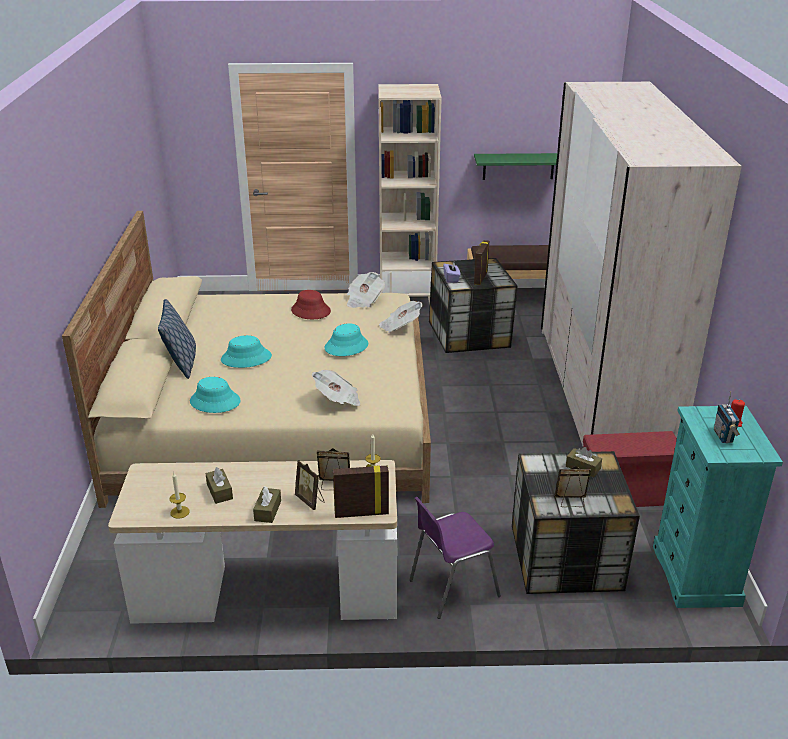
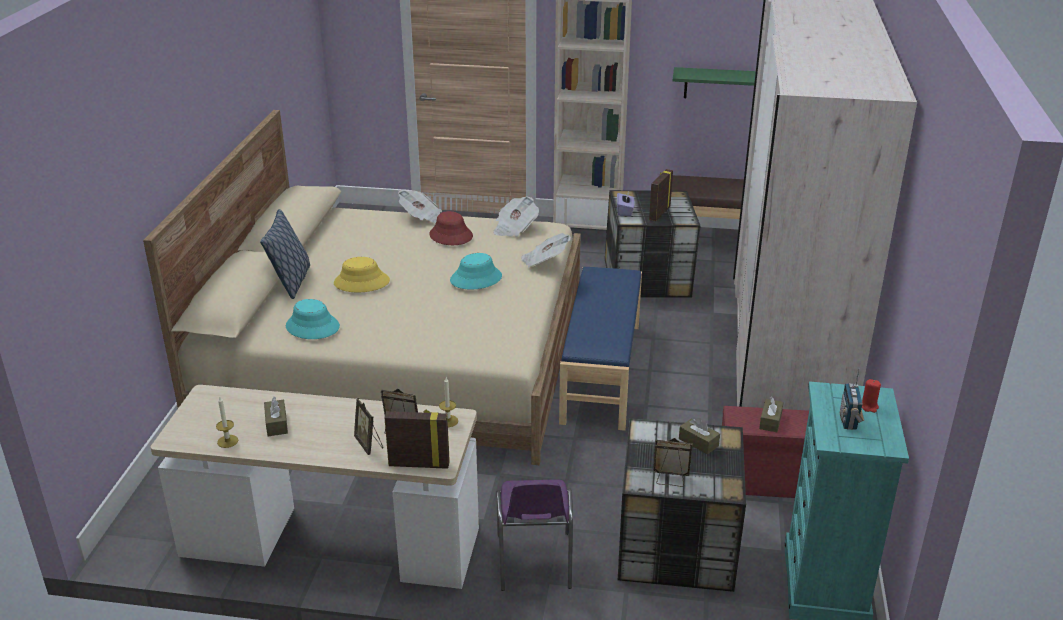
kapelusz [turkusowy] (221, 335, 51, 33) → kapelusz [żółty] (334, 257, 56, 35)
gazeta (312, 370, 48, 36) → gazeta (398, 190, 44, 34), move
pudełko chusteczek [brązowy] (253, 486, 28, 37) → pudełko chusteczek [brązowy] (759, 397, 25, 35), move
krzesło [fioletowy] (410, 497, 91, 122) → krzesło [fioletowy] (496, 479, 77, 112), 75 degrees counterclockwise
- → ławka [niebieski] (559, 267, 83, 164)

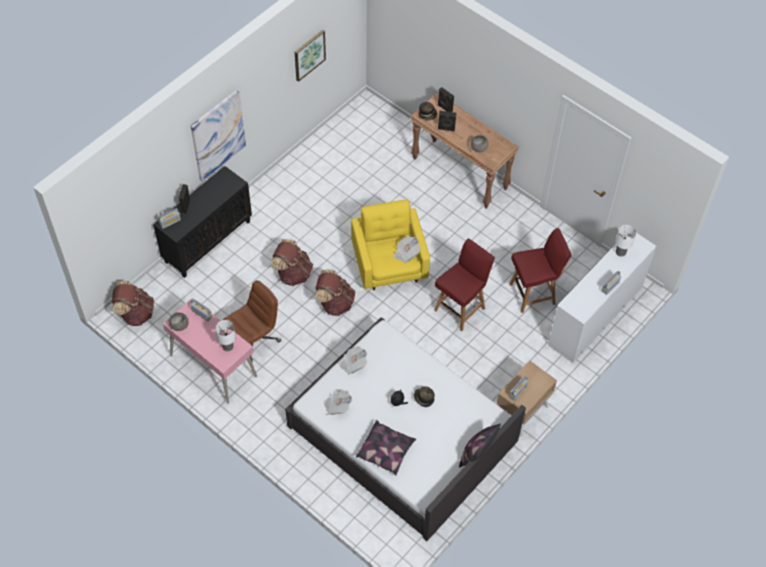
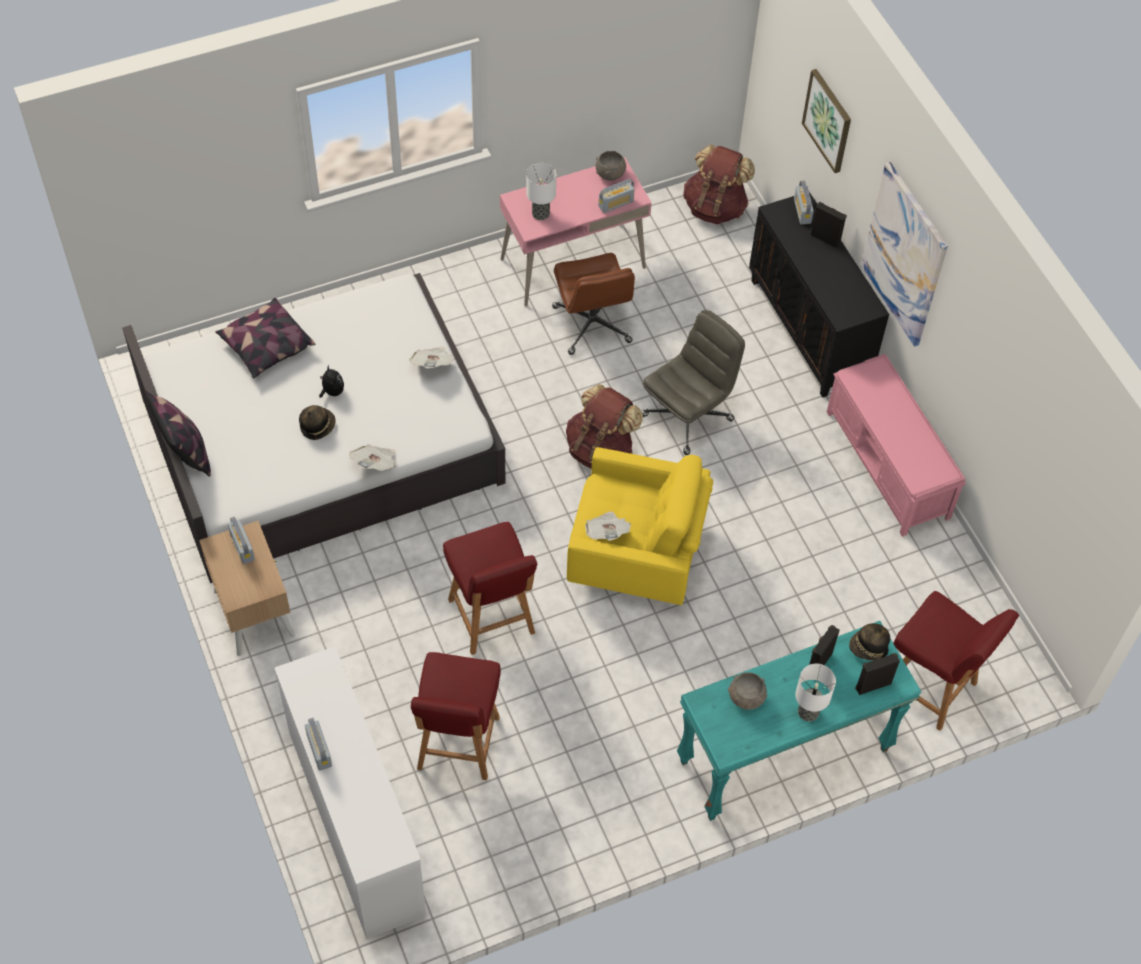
obraz (295, 30, 31, 52) → obraz (802, 69, 49, 104), move
stolik konsolowy [brązowy] (411, 93, 108, 116) → stolik konsolowy [turkusowy] (677, 621, 244, 200)
lampa stołowa (615, 225, 21, 32) → lampa stołowa (795, 664, 41, 58), move
plecak [brązowy] (271, 239, 42, 47) → krzesło biurowe [szary] (641, 310, 104, 145)
gazeta (323, 390, 29, 25) → gazeta (349, 444, 48, 27), move
- → ławka [różowy] (827, 354, 139, 183)
- → krzesło [czerwony] (893, 591, 126, 140)

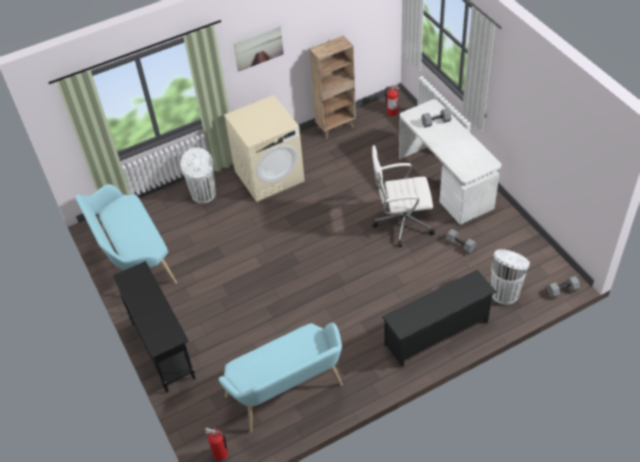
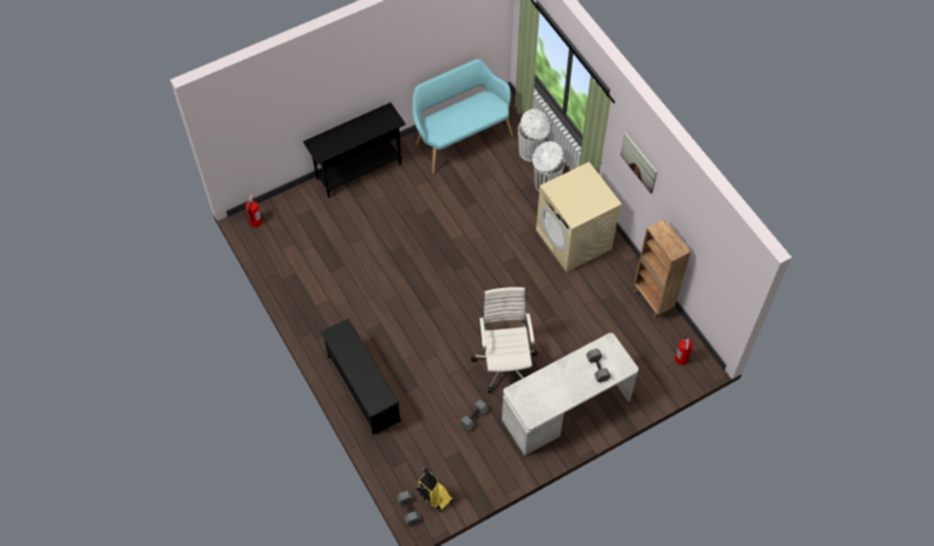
kosz na śmieci [biały] (491, 249, 39, 56) → kosz na śmieci [biały] (518, 109, 32, 53), move
ławka [turkusowy] (219, 323, 124, 109) → -
- → odkurzacz (416, 467, 37, 45)

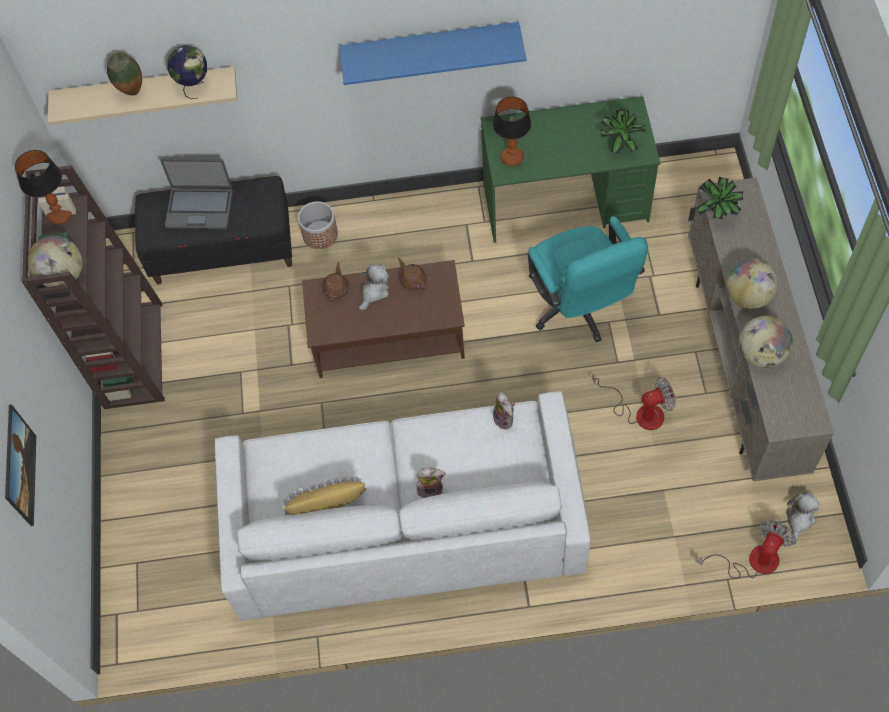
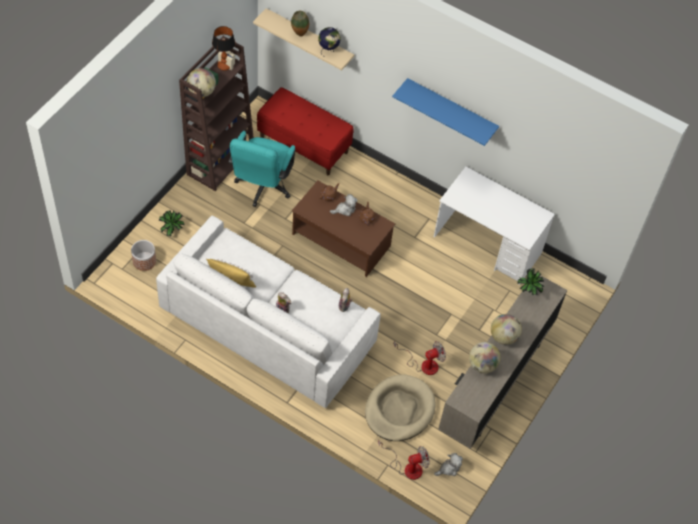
biurko [zielony] (481, 96, 179, 147) → biurko [biały] (434, 166, 121, 119)
lampa stołowa (493, 97, 38, 69) → -
roślina doniczkowa (600, 109, 46, 45) → roślina doniczkowa (159, 210, 25, 27), move
laptop (160, 159, 73, 70) → -
ławka [czarny] (135, 176, 157, 109) → ławka [czerwony] (257, 87, 97, 88)
donica (298, 201, 40, 48) → donica (131, 240, 25, 31), move
krzesło biurowe [turkusowy] (528, 216, 120, 126) → krzesło biurowe [turkusowy] (228, 131, 68, 76), move
wentylator (592, 375, 84, 55) → wentylator (394, 341, 52, 34), 45 degrees counterclockwise
obraz (5, 404, 31, 122) → -
- → legowisko [beżowy] (365, 374, 71, 67)

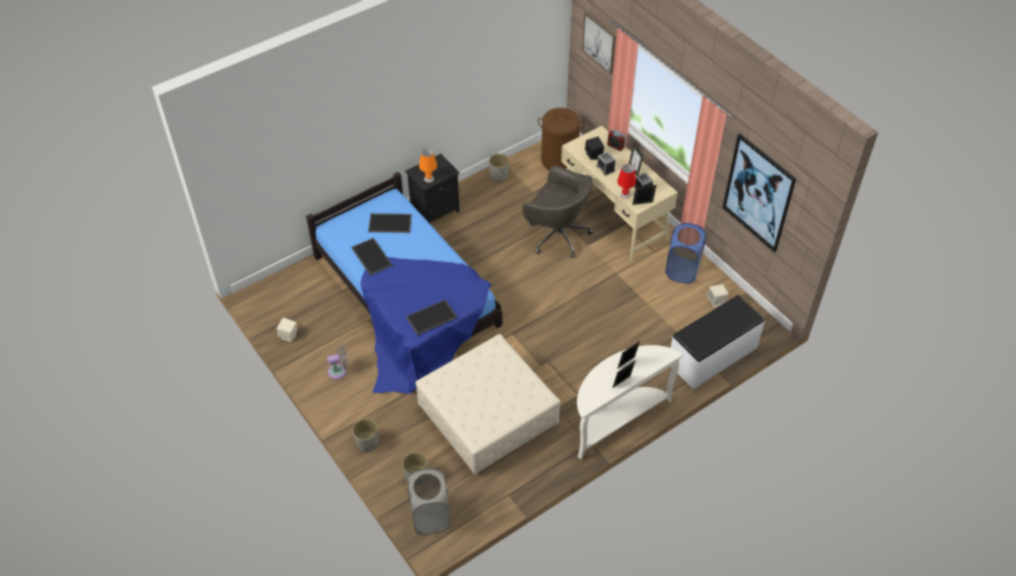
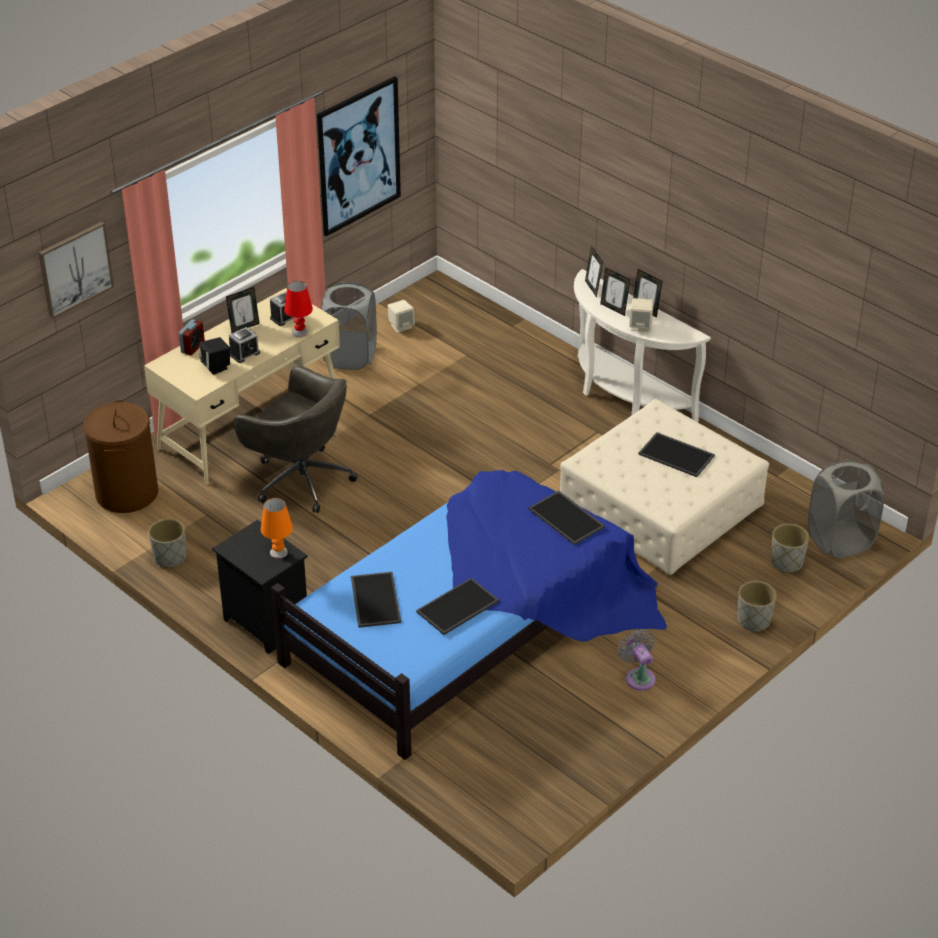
krzesło biurowe [szary] (523, 165, 70, 93) → krzesło biurowe [szary] (233, 366, 125, 147), 105 degrees clockwise
ramka na zdjęcie (633, 185, 23, 20) → ramka na zdjęcie (585, 246, 18, 51), move
kosz na pranie [niebieski] (666, 223, 40, 61) → kosz na pranie [szary] (321, 282, 56, 88)
ławka [biały] (671, 295, 94, 94) → -
głośnik [beżowy] (277, 318, 21, 24) → głośnik [beżowy] (629, 298, 25, 34), move
- → taca (638, 432, 77, 45)

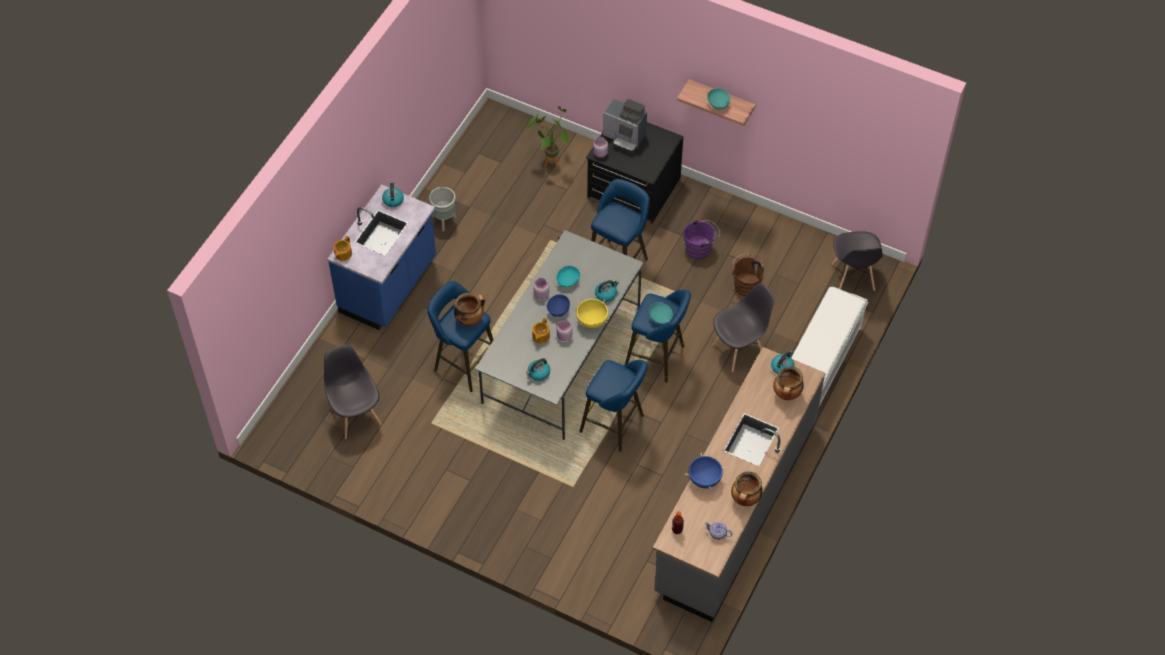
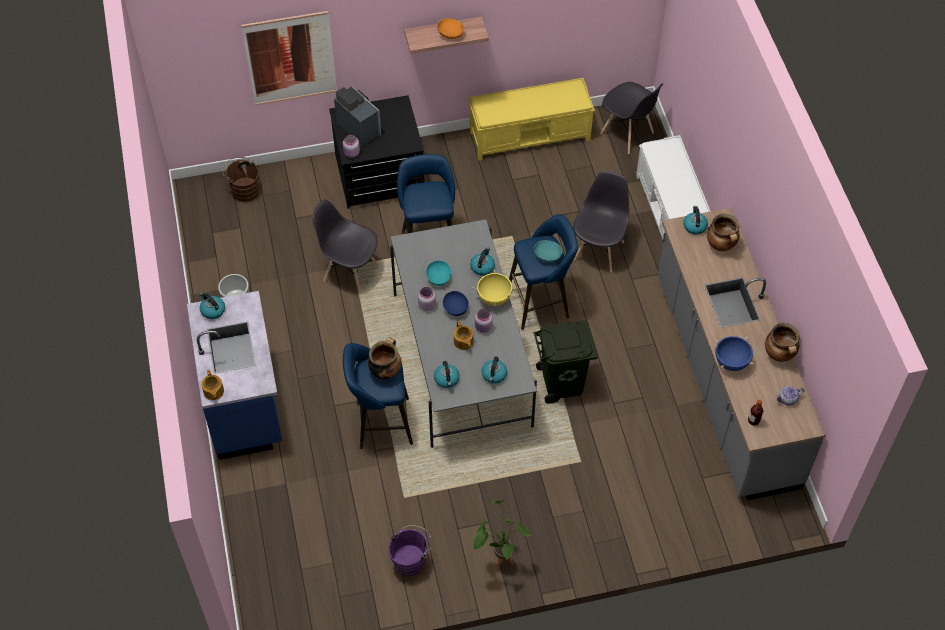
miska [turkusowy] (708, 88, 22, 22) → miska [pomarańczowy] (437, 18, 27, 21)
ekspres do kawy (603, 99, 44, 55) → ekspres do kawy (334, 87, 47, 59), 120 degrees counterclockwise
roślina doniczkowa (526, 106, 43, 63) → roślina doniczkowa (473, 499, 58, 71), move
wiadro [fioletowy] (683, 219, 37, 40) → wiadro [fioletowy] (388, 525, 44, 51), move
wiadro [brązowy] (732, 253, 34, 43) → wiadro [brązowy] (222, 157, 37, 45), move
krzesło [szary] (324, 345, 57, 94) → krzesło [szary] (312, 199, 66, 95), move
stołek [niebieski] (579, 360, 69, 92) → kosz na śmieci [zielony] (534, 320, 64, 84)
- → obraz (241, 11, 96, 94)
- → ławka [żółty] (469, 78, 126, 83)
- → czajnik (434, 361, 26, 27)

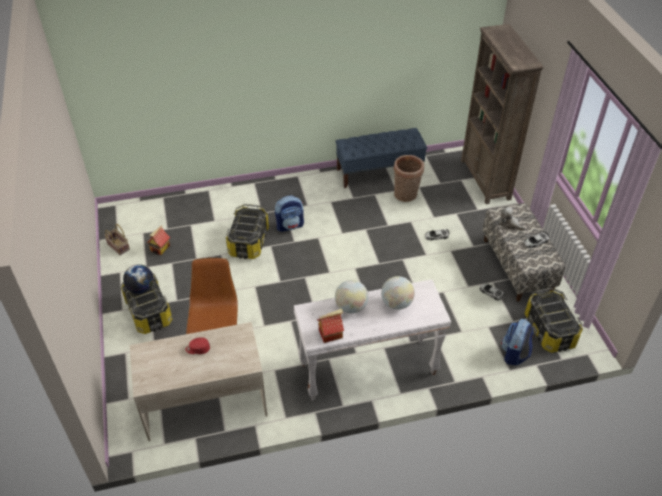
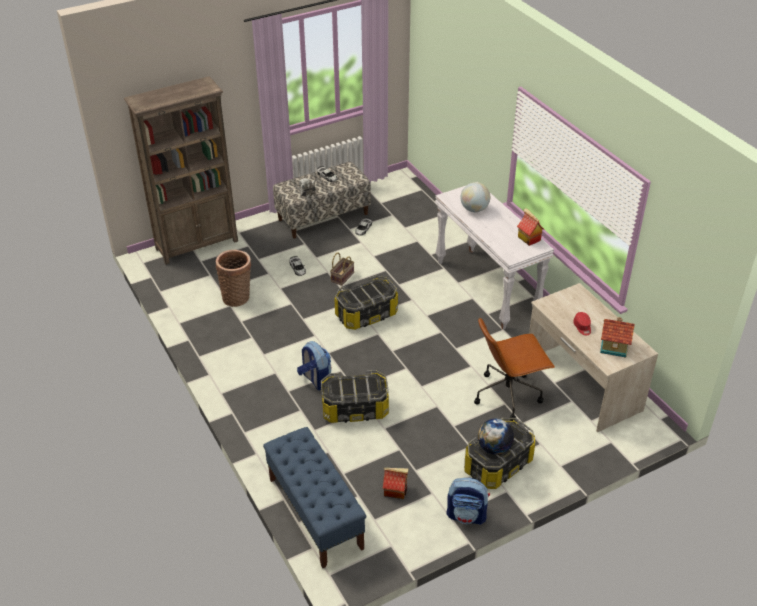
ławka [niebieski] (336, 128, 91, 60) → ławka [niebieski] (263, 427, 103, 141), move
koszyk (104, 224, 26, 31) → koszyk (330, 253, 24, 33), move
globus (335, 280, 33, 33) → -
pojemnik do przechowywania (525, 288, 58, 65) → pojemnik do przechowywania (334, 275, 64, 55), move
plecak (501, 319, 33, 46) → plecak (447, 478, 43, 47), move
- → domek (600, 317, 35, 40)

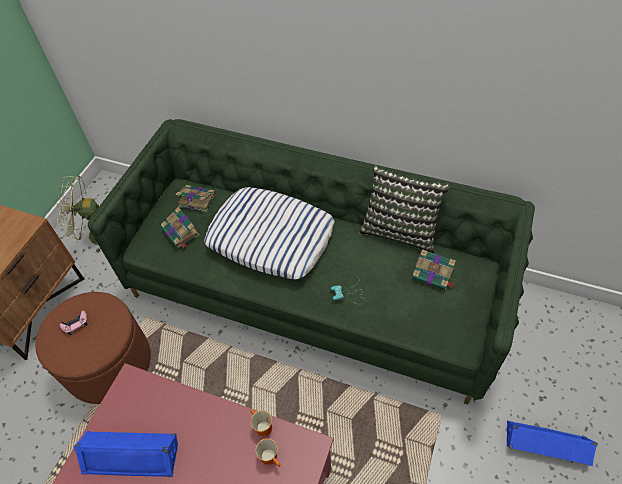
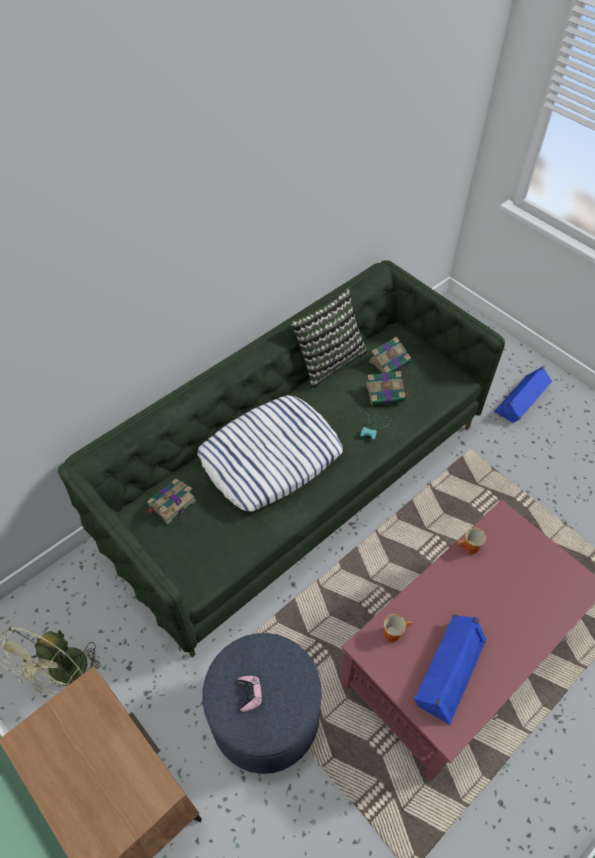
książka (161, 207, 39, 42) → książka (366, 371, 43, 34), move
pufa [brązowy] (35, 292, 116, 112) → pufa [niebieski] (202, 633, 120, 141)
kubek (255, 438, 26, 29) → kubek (383, 614, 29, 28), move

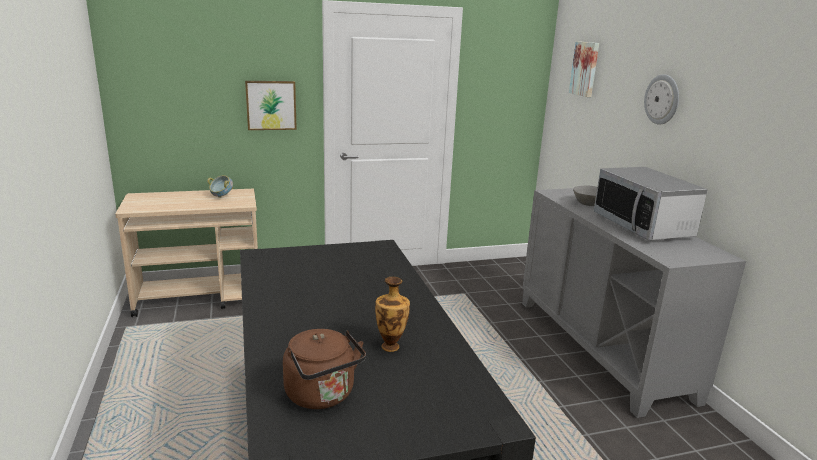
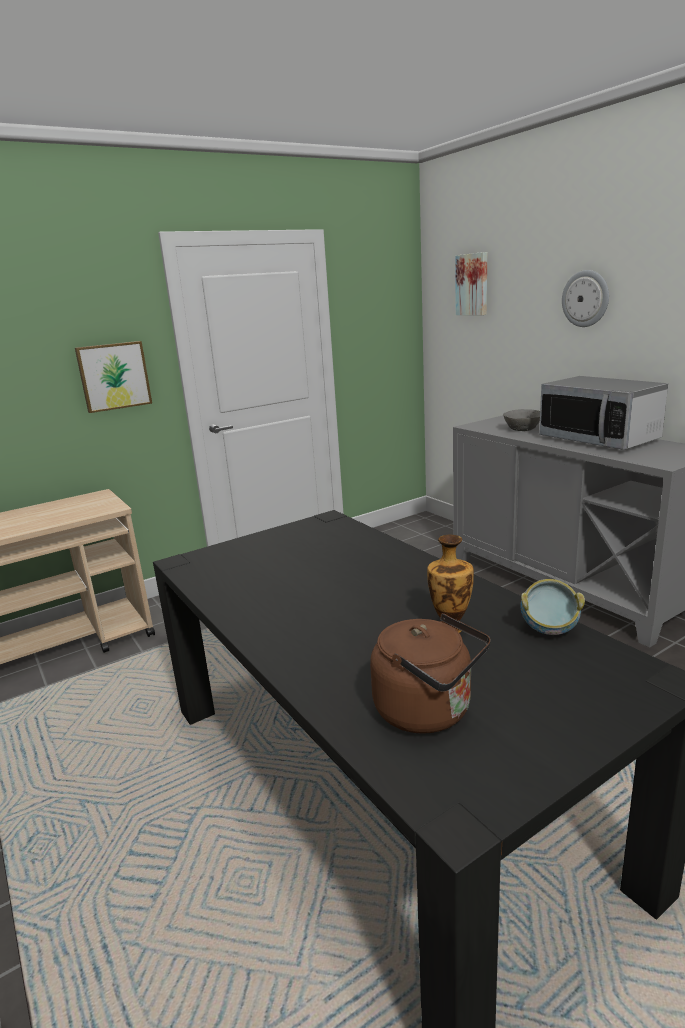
miska (207, 175, 26, 23) → miska (520, 579, 65, 56), move

